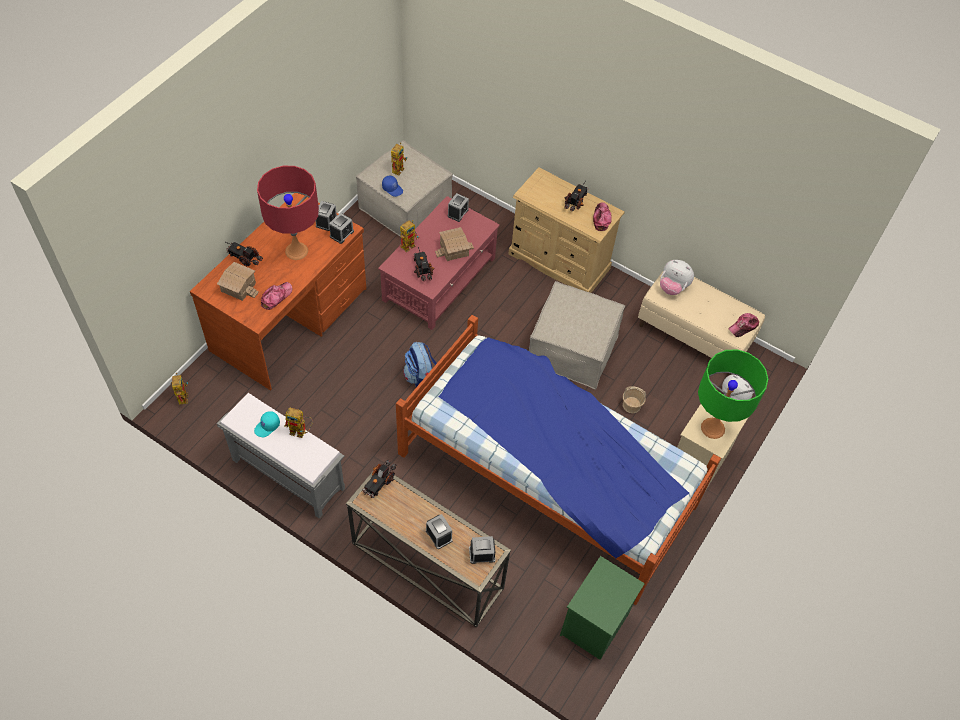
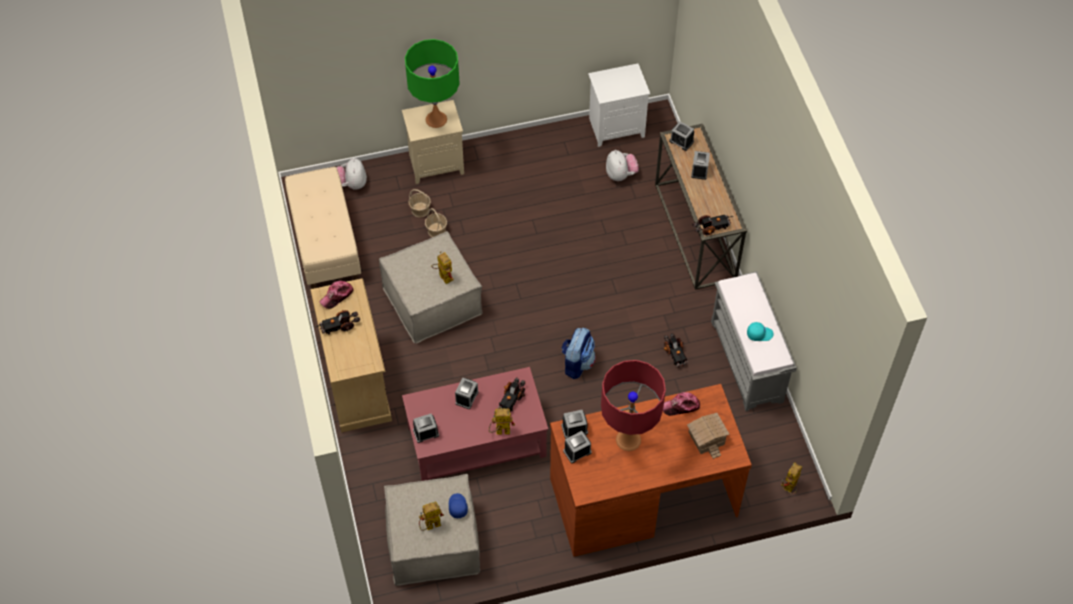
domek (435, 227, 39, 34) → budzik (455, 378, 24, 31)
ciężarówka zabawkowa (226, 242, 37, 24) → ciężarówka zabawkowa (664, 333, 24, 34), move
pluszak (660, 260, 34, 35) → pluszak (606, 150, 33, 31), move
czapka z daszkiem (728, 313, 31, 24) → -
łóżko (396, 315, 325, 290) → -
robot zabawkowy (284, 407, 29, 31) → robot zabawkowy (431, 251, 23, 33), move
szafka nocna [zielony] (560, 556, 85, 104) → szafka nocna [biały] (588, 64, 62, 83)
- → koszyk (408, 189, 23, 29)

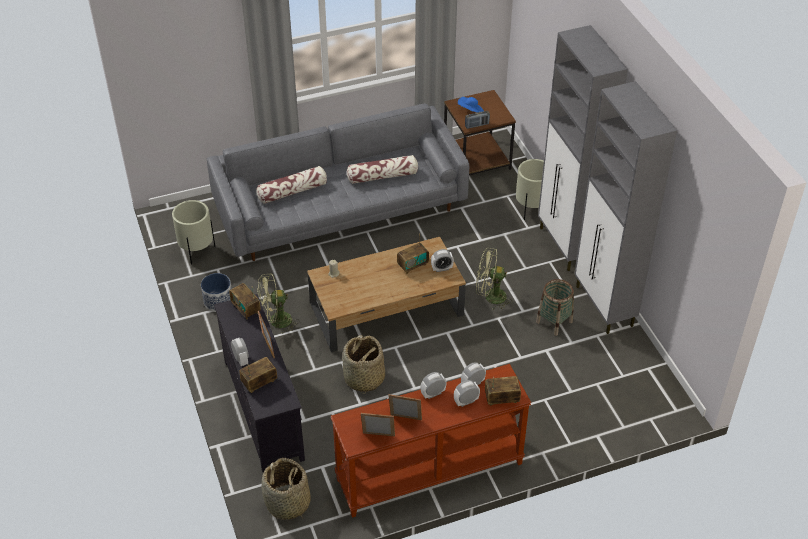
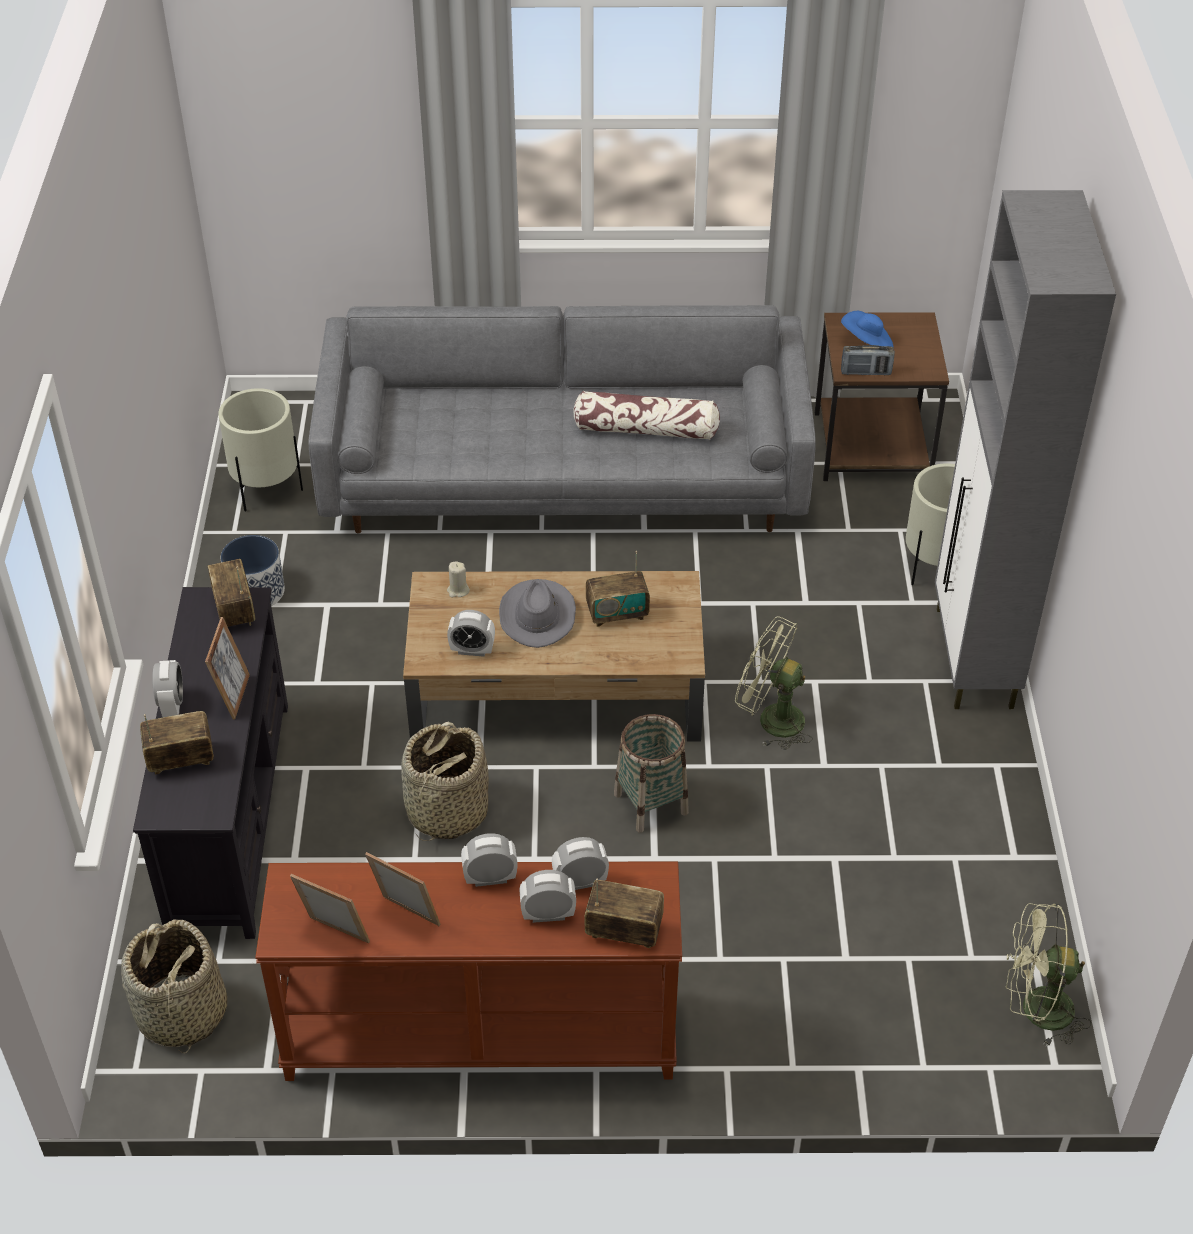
szafka [szary] (574, 81, 103, 253) → -
poduszka (257, 166, 70, 38) → -
budzik (431, 249, 23, 23) → budzik (447, 610, 48, 47), move
wentylator [zielony] (257, 273, 43, 61) → wentylator [zielony] (1005, 903, 86, 144), move
koszyk (536, 279, 38, 57) → koszyk (614, 714, 75, 119), move
- → kapelusz [szary] (499, 579, 77, 69)

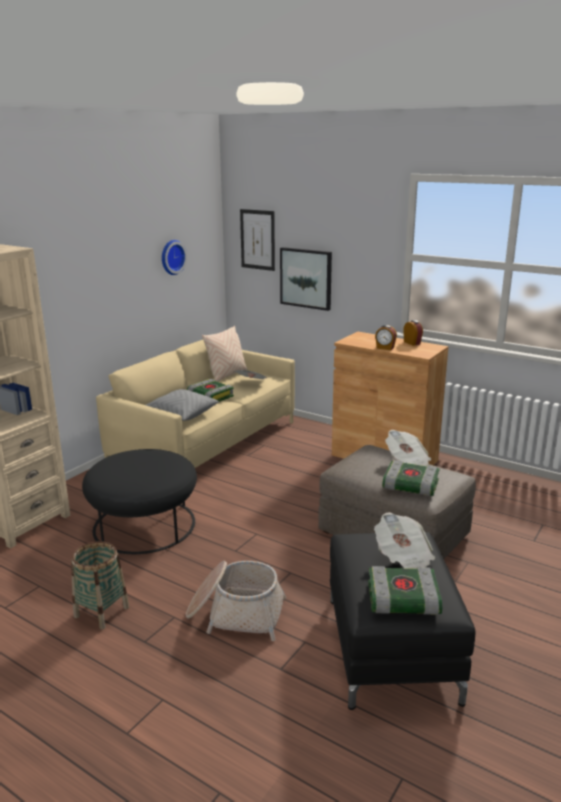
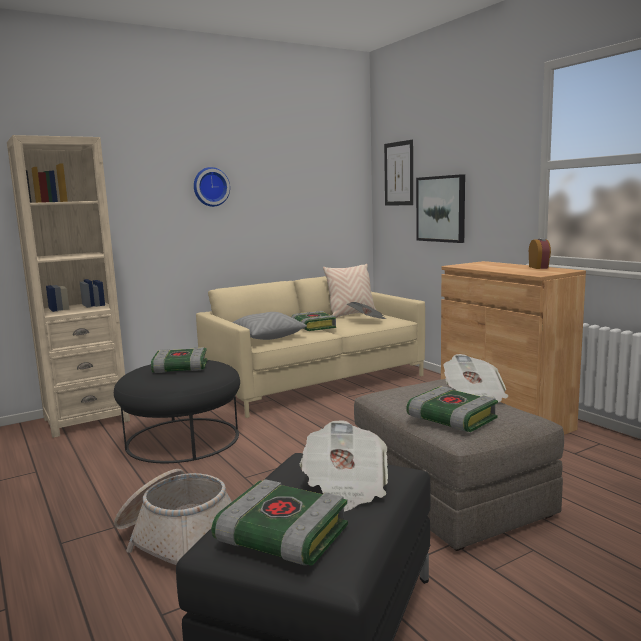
zegar ścienny (162, 240, 25, 35) → zegar ścienny (194, 167, 36, 40), move
budzik (375, 325, 22, 25) → -
koszyk (71, 541, 58, 89) → -
- → książka (151, 347, 56, 26)

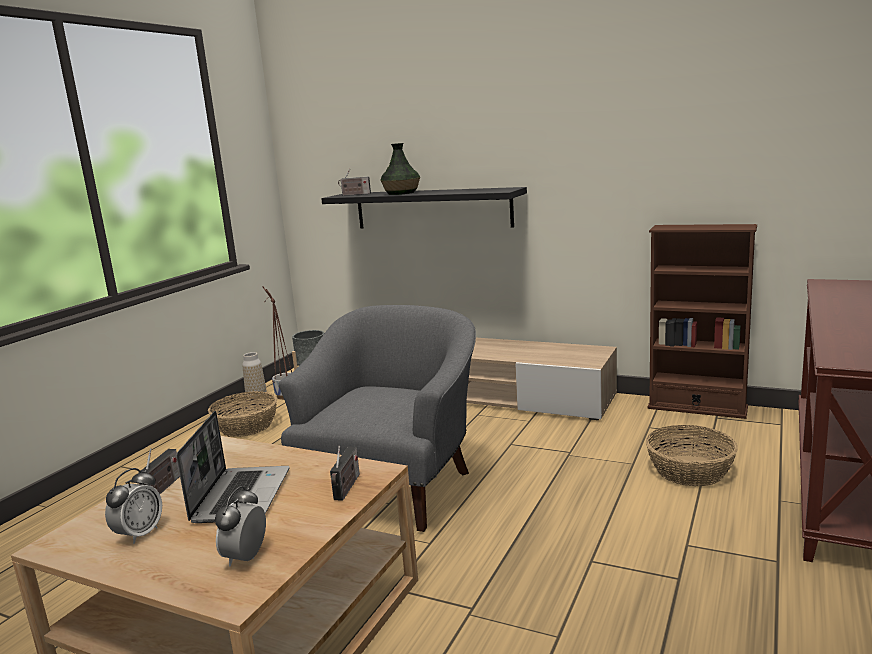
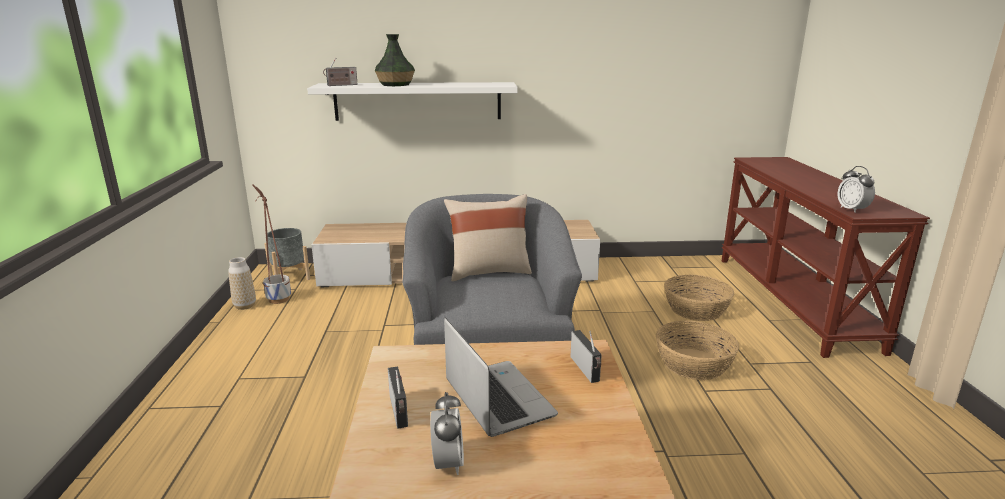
półka [czarny] (321, 187, 206, 42) → półka [biały] (307, 82, 211, 39)
regał [brązowy] (647, 224, 110, 195) → -
koszyk (208, 391, 69, 46) → koszyk (656, 320, 83, 60), move
budzik (215, 486, 51, 81) → budzik (838, 166, 37, 47), move
- → poduszka [beżowy] (444, 194, 88, 88)

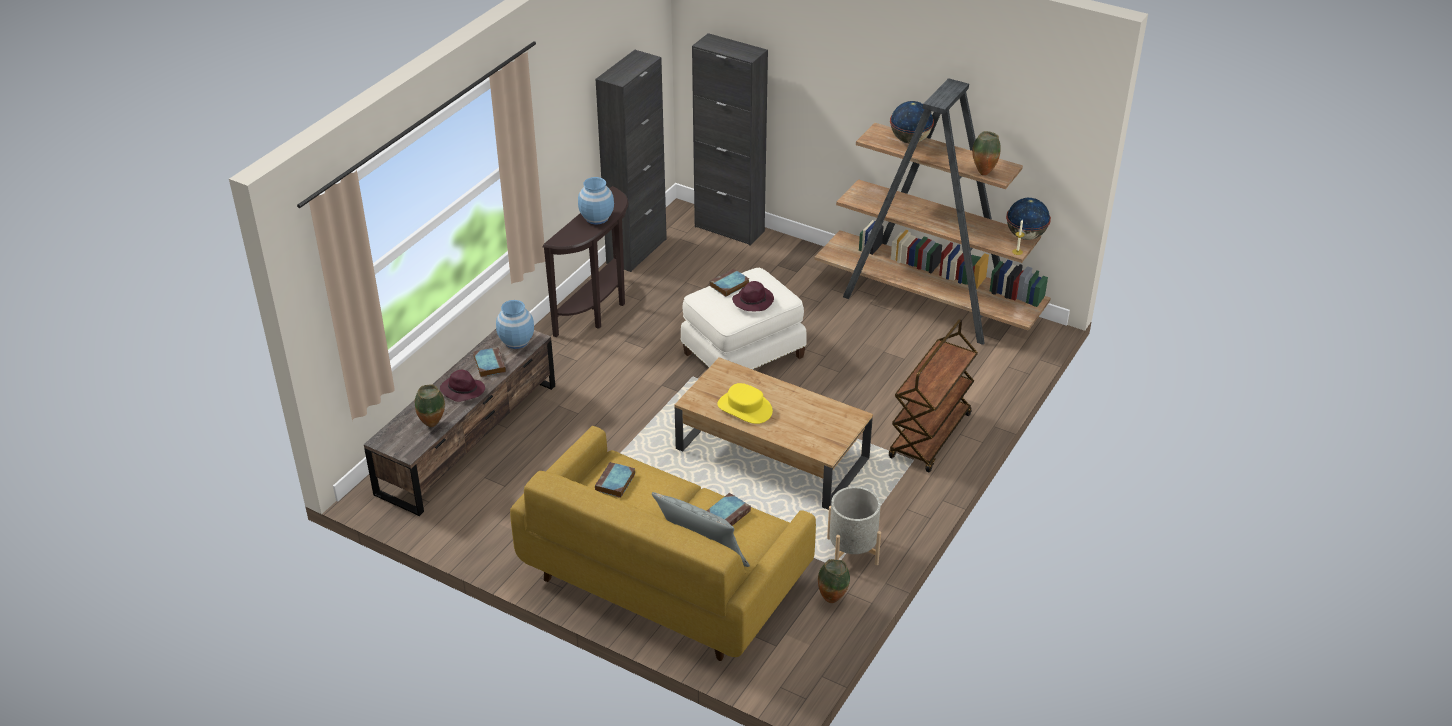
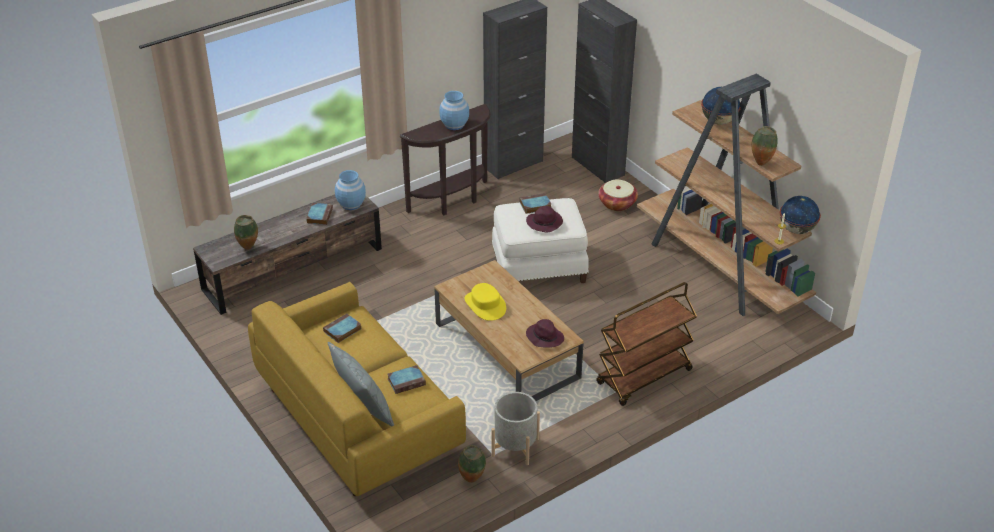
kapelusz [fioletowy] (440, 370, 45, 32) → kapelusz [fioletowy] (526, 319, 38, 28), move
- → koszyk (598, 179, 40, 32)

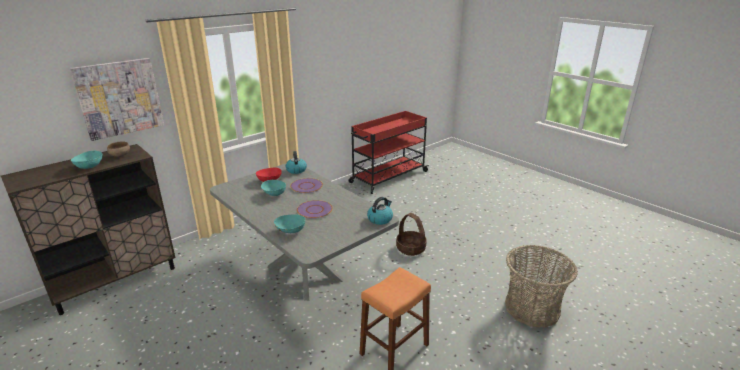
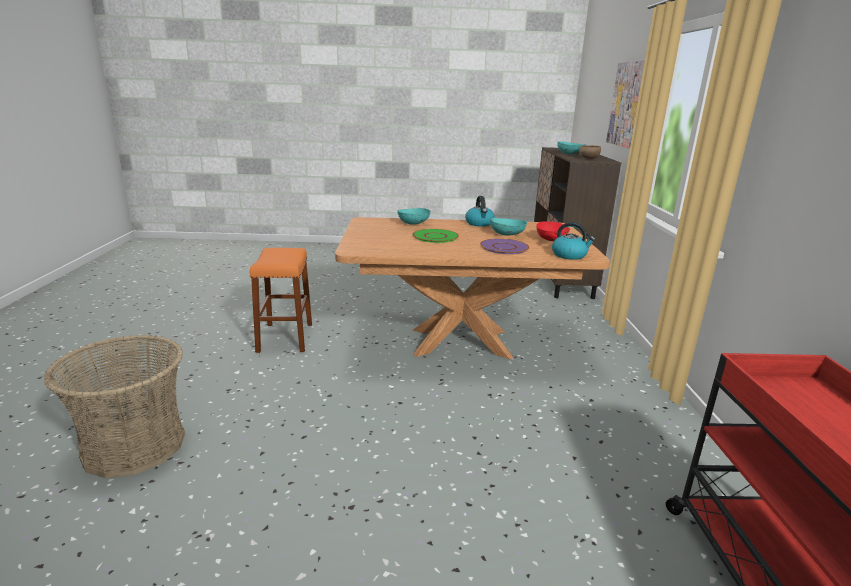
stół jadalny [szary] (210, 164, 189, 137) → stół jadalny [brązowy] (335, 217, 275, 142)
czajnik (367, 197, 26, 28) → czajnik (465, 196, 30, 30), move
talerz [fioletowy] (297, 200, 36, 19) → talerz [zielony] (413, 229, 46, 14)
koszyk (396, 213, 31, 43) → -

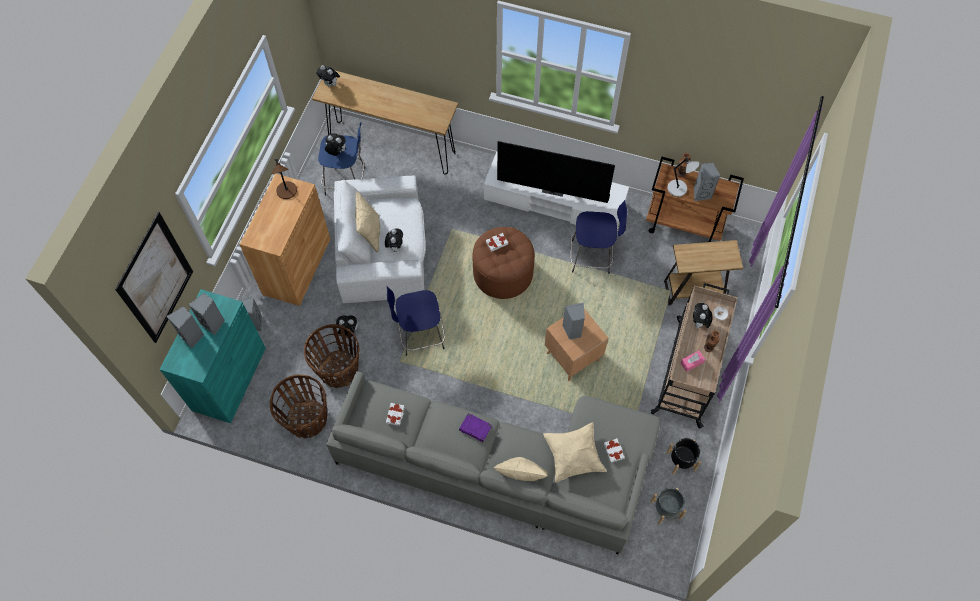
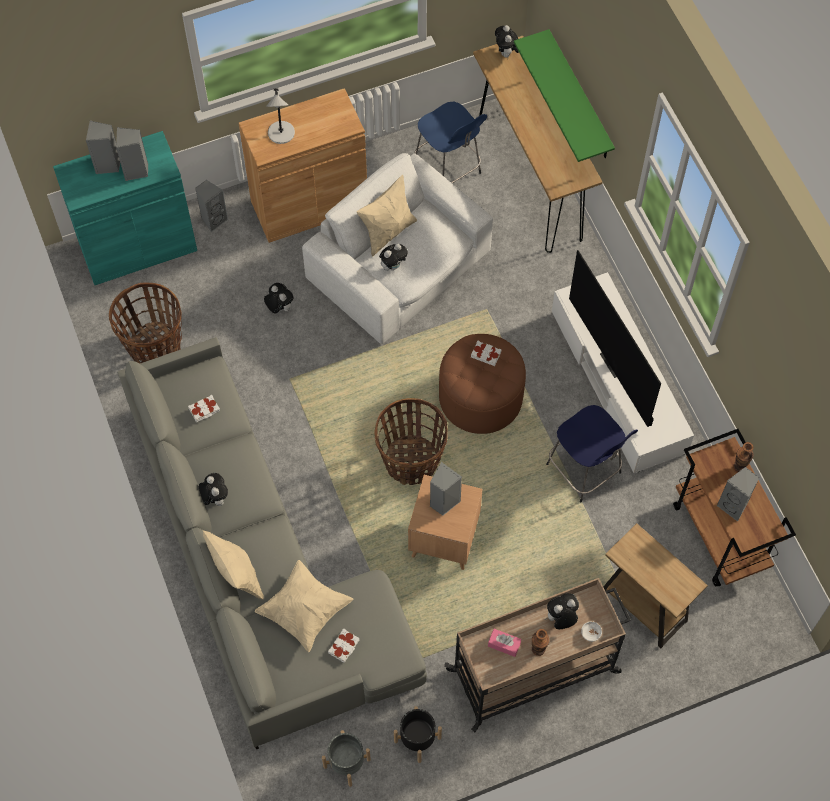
pluszak (325, 133, 21, 23) → pluszak (199, 473, 29, 33), move
lampa stołowa [szary] (667, 157, 33, 40) → lampa stołowa [szary] (266, 88, 29, 56), move
lampa stołowa [brązowy] (272, 159, 25, 40) → -
obraz (115, 212, 78, 131) → -
stołek [niebieski] (386, 286, 59, 70) → -
koszyk (304, 324, 55, 64) → koszyk (375, 398, 73, 87), move
książka [fioletowy] (459, 413, 33, 29) → -
- → półka [zielony] (514, 29, 101, 133)

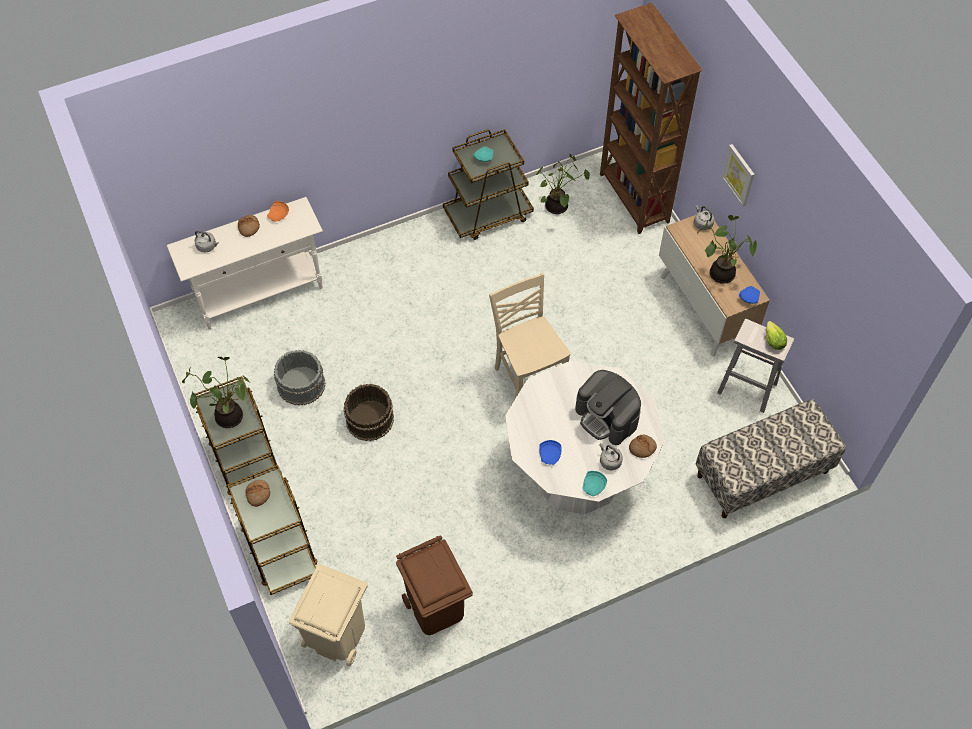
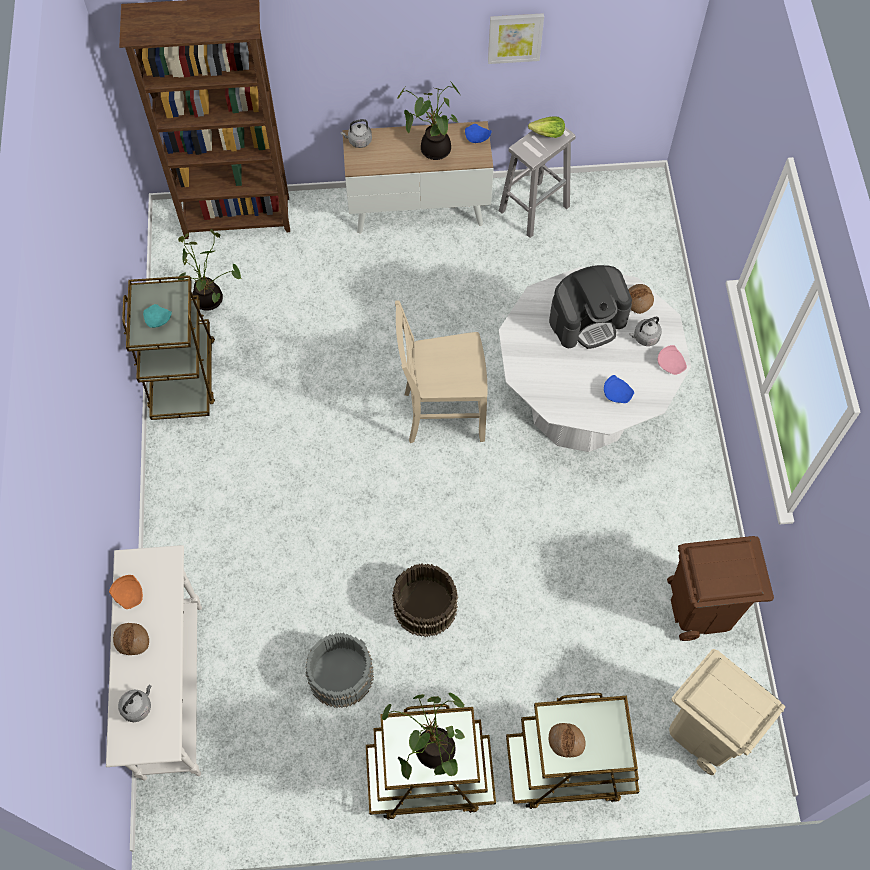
obraz (721, 144, 33, 63) → obraz (488, 13, 56, 51), move
ławka (695, 399, 151, 119) → -
talerz [turkusowy] (582, 471, 25, 25) → talerz [różowy] (658, 345, 29, 30)

